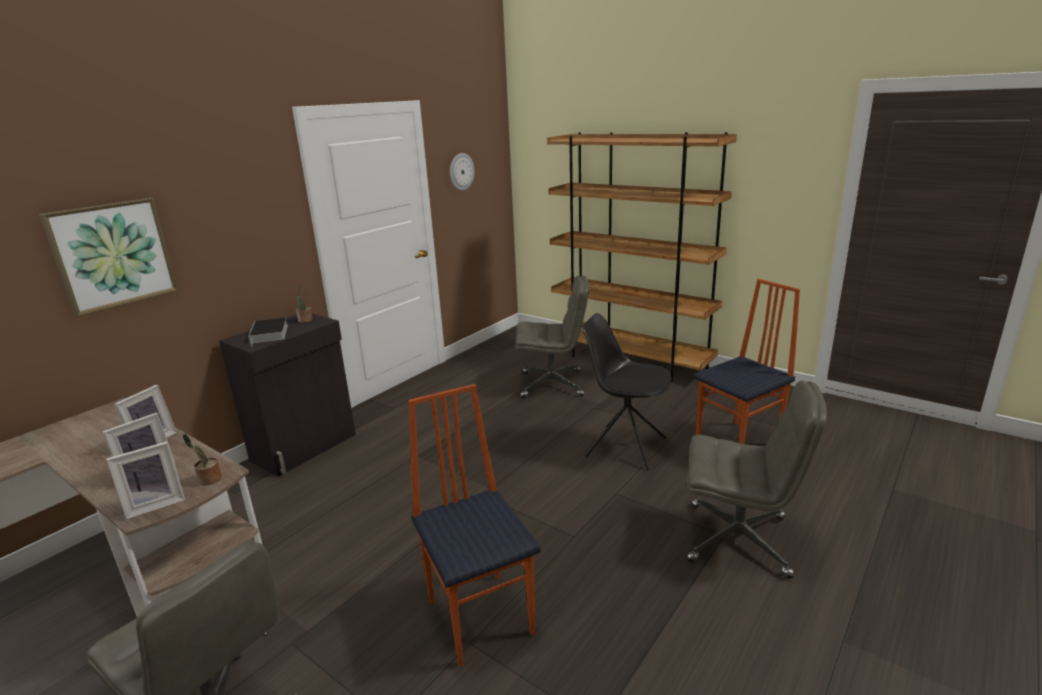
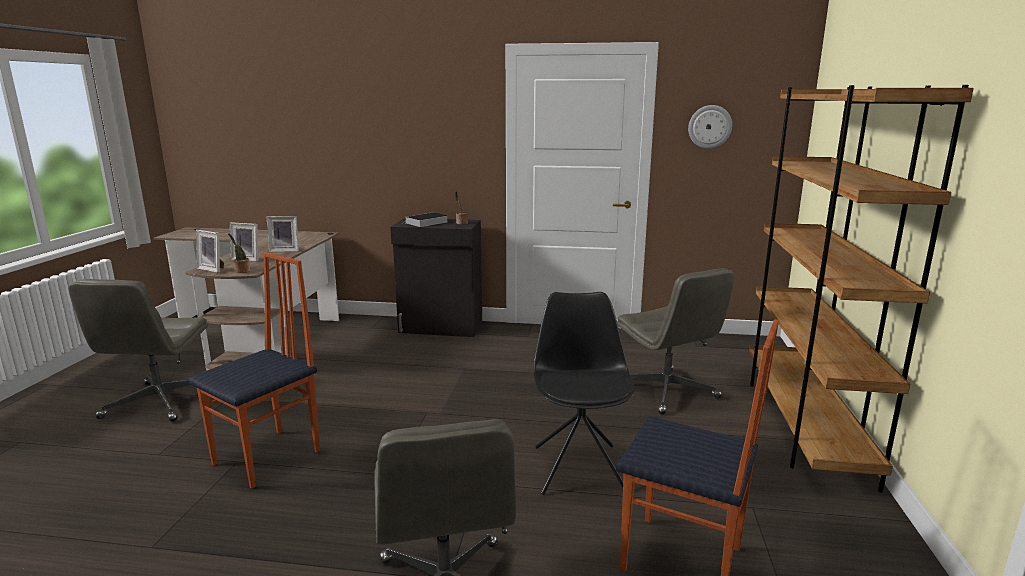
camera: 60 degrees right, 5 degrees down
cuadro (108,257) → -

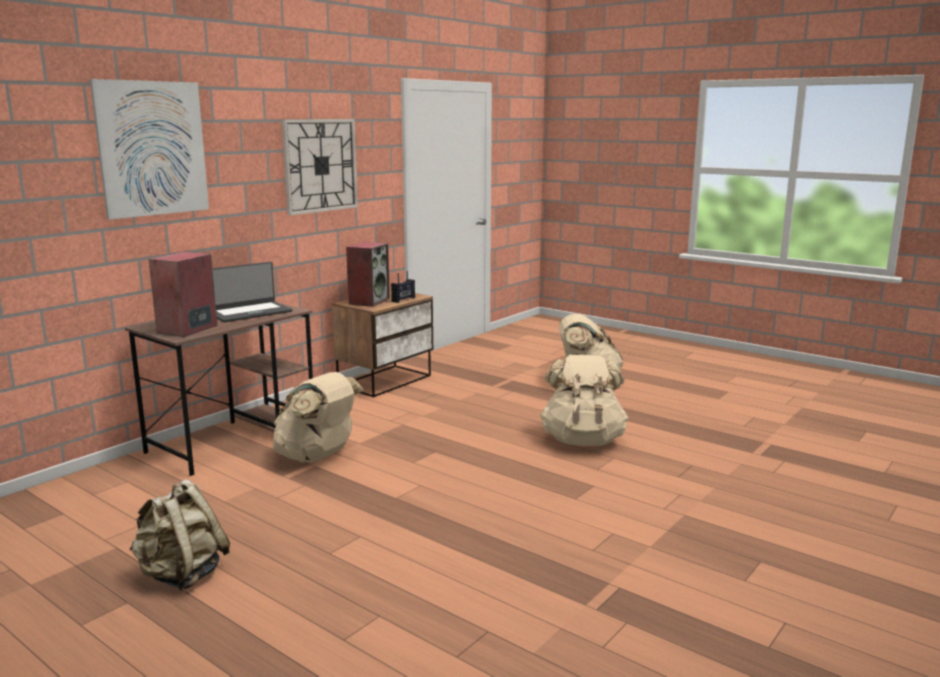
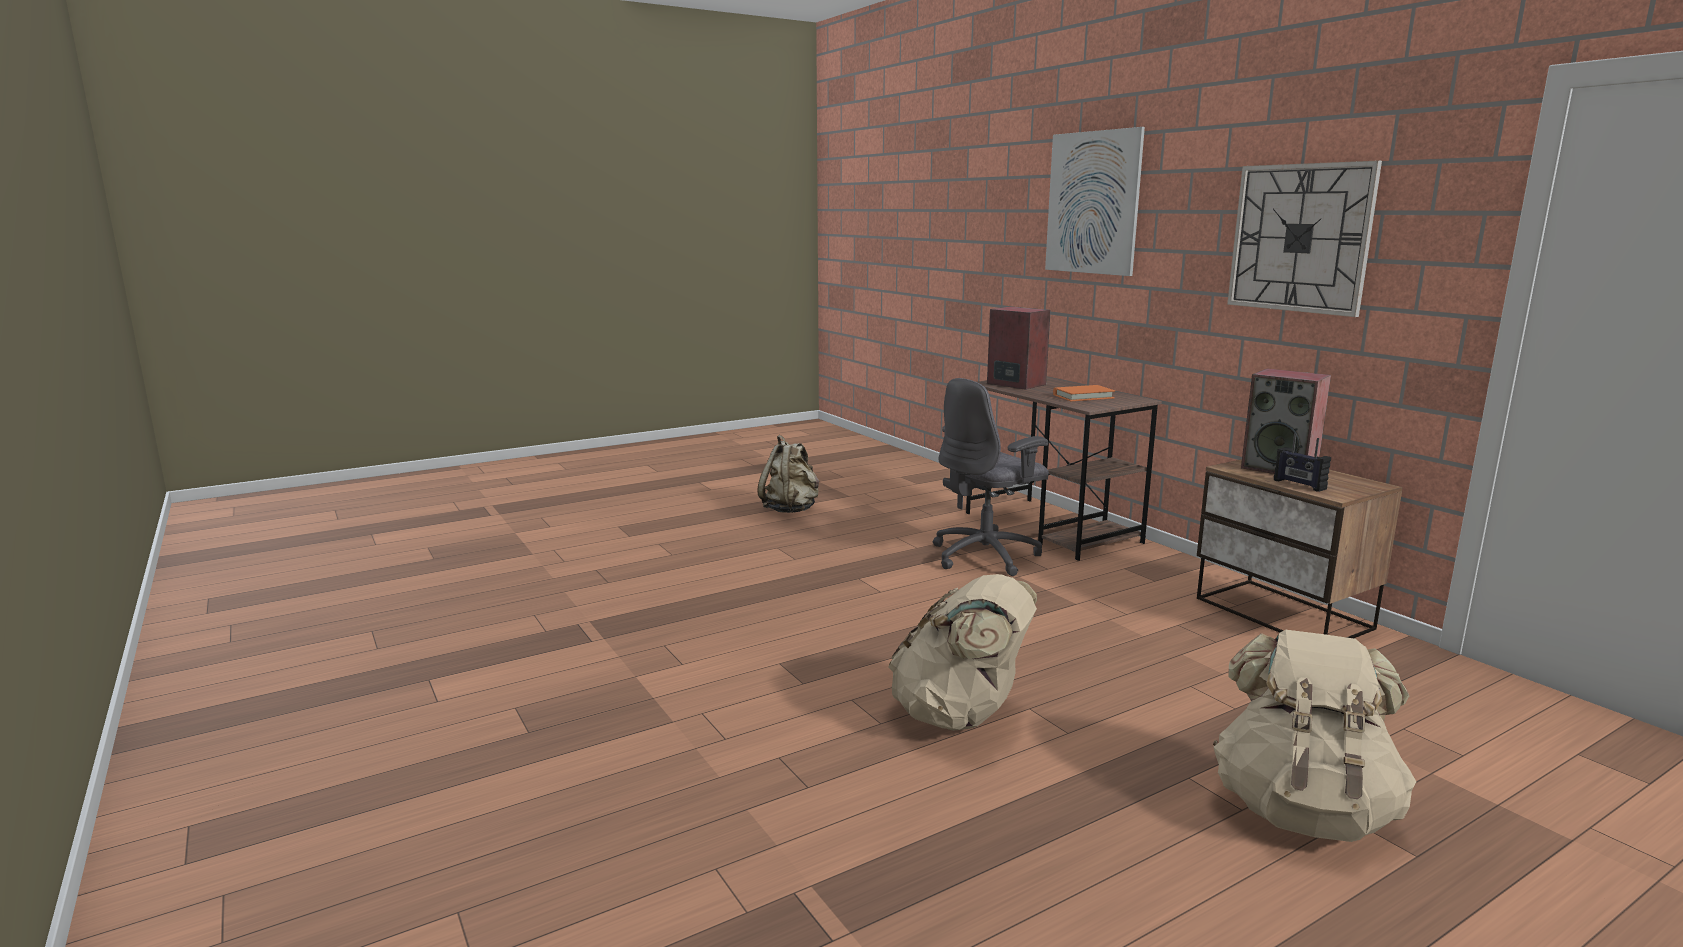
camera: 110 degrees right, 0 degrees up
mochila/beis (318,417) → silla de oficina/gris (991,477)
portátil (252,292) → libro/naranja (1084,393)

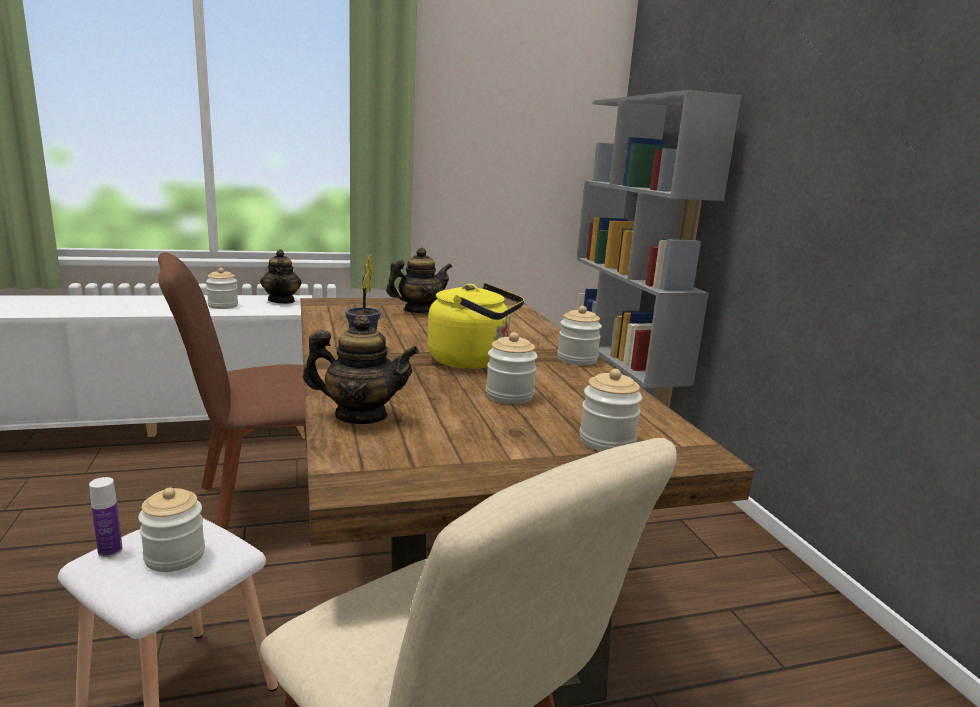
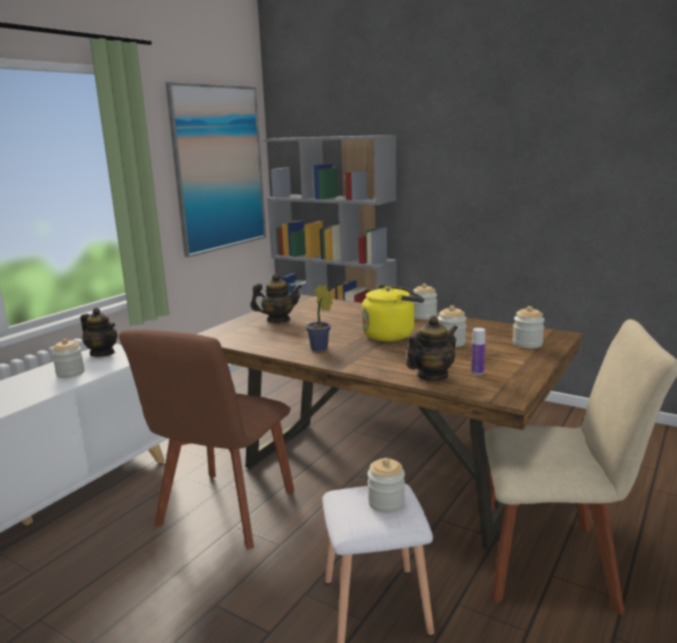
camera: 40 degrees left, 0 degrees up
- → cuadro (216,169)
tetera (419,280) → tetera (276,298), 60 degrees clockwise
botella (106,517) → botella (478,351), shifted

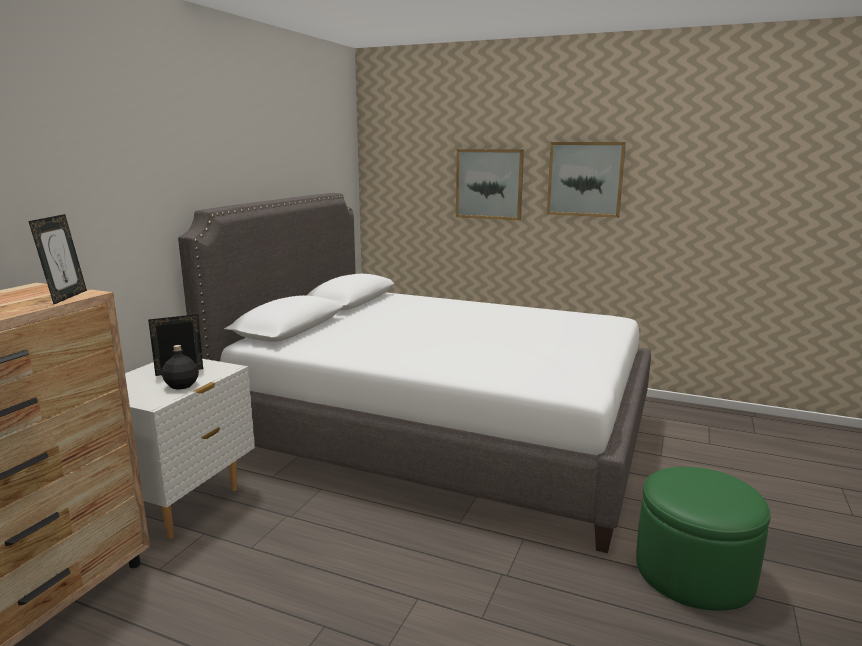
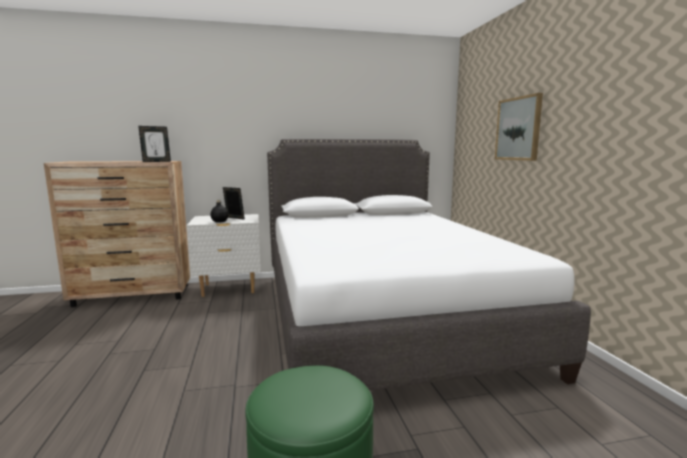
camera: 55 degrees right, 5 degrees down
cuadro (586,180) → -

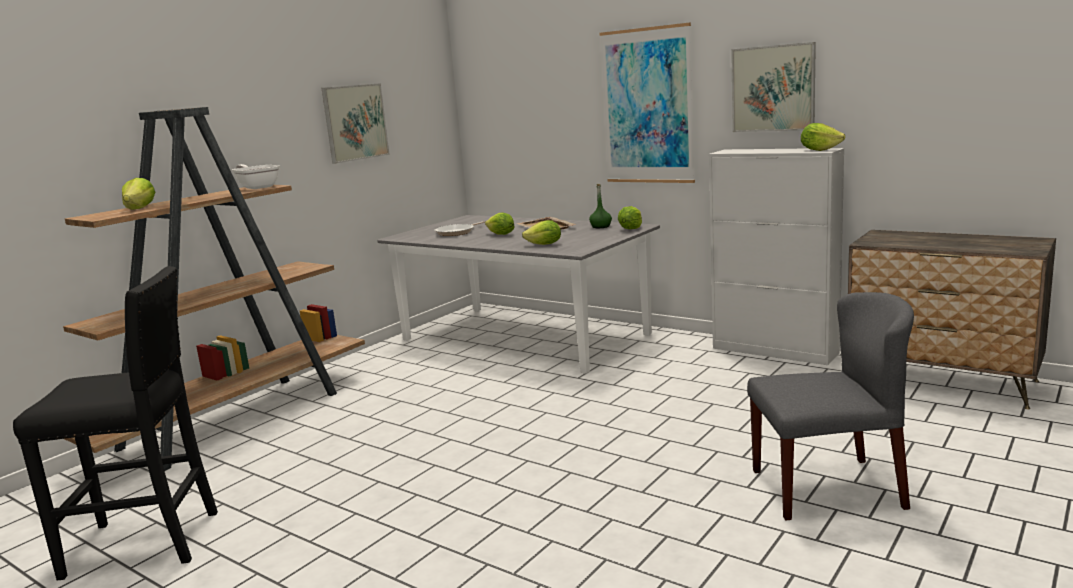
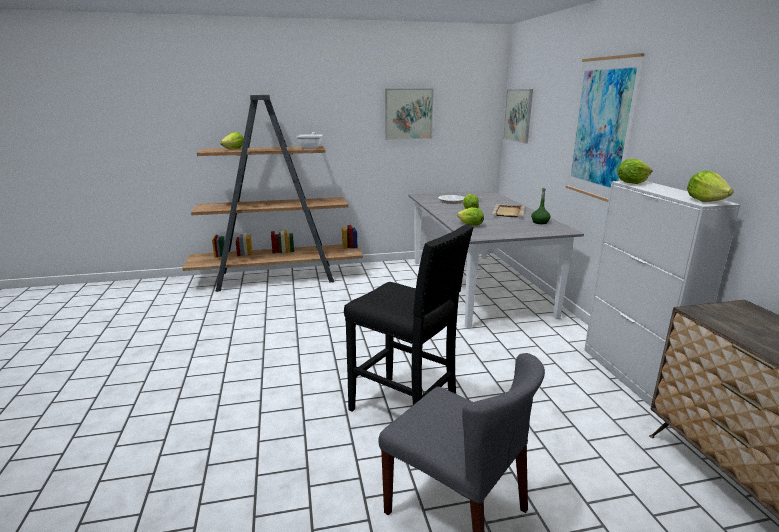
camera: 40 degrees right, 5 degrees up
taburete/negro (115,423) → taburete/negro (409,317), shifted
cuadro (773,87) → cuadro (518,116), shifted
lechuga (630,217) → lechuga (635,171), shifted

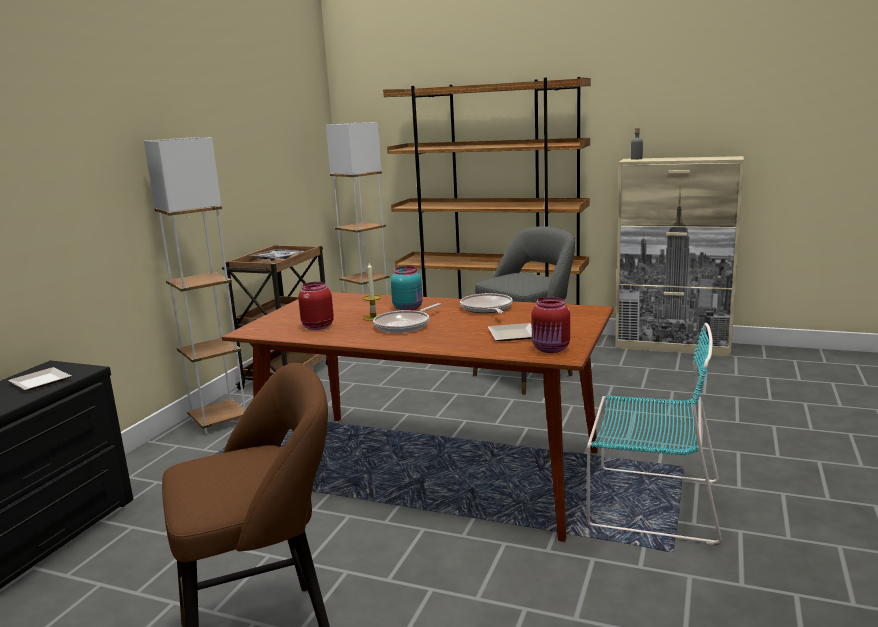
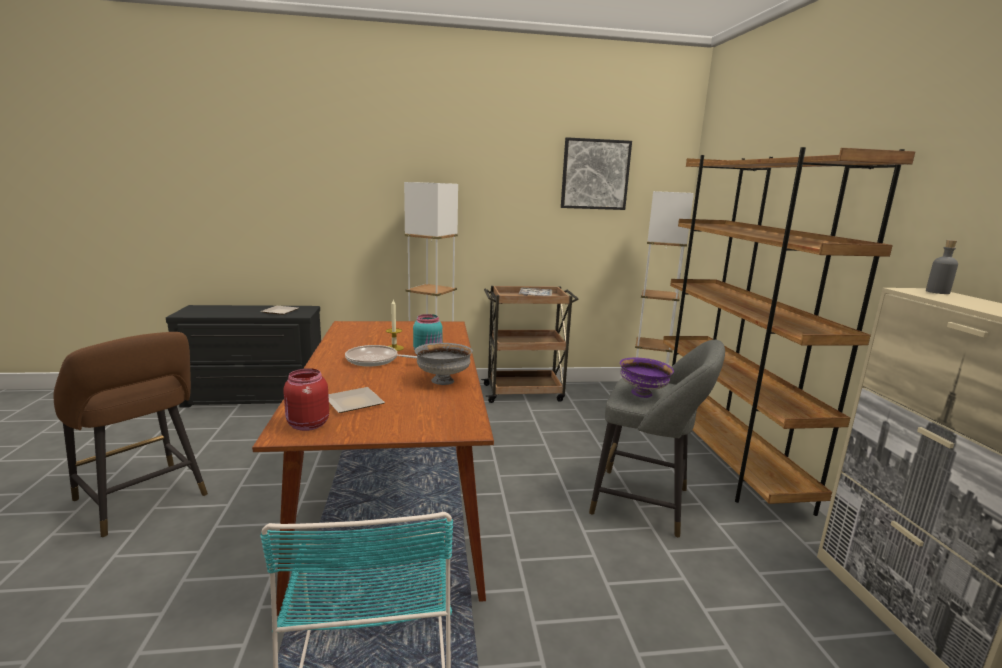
camera: 60 degrees right, 0 degrees up
sartén (486,303) → cuenco/gris (443,364)
- → cuadro (596,173)
- → cuenco/morado (647,378)
tarro/rojo (316,306) → -

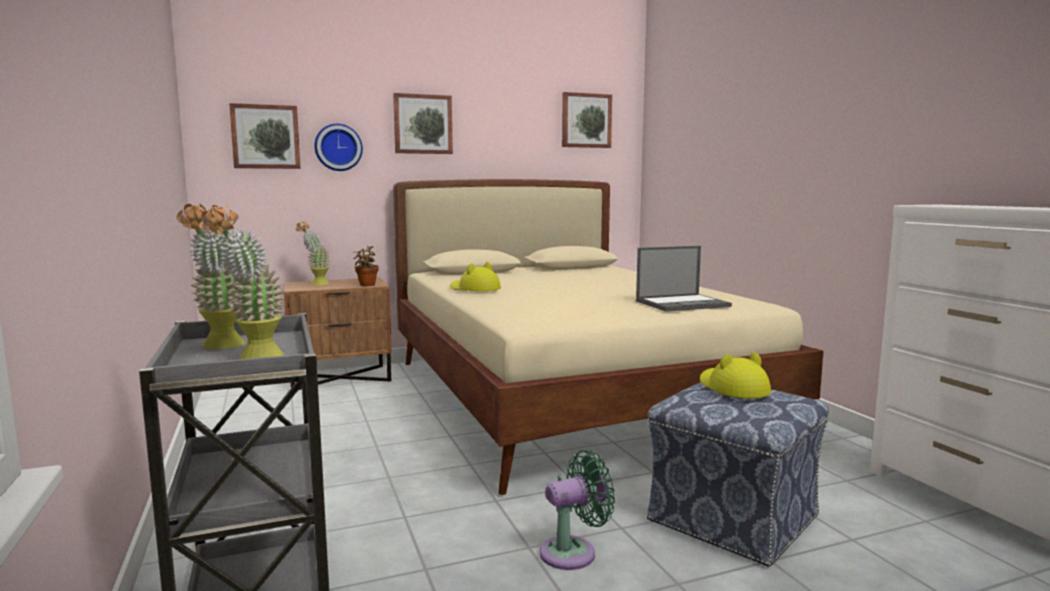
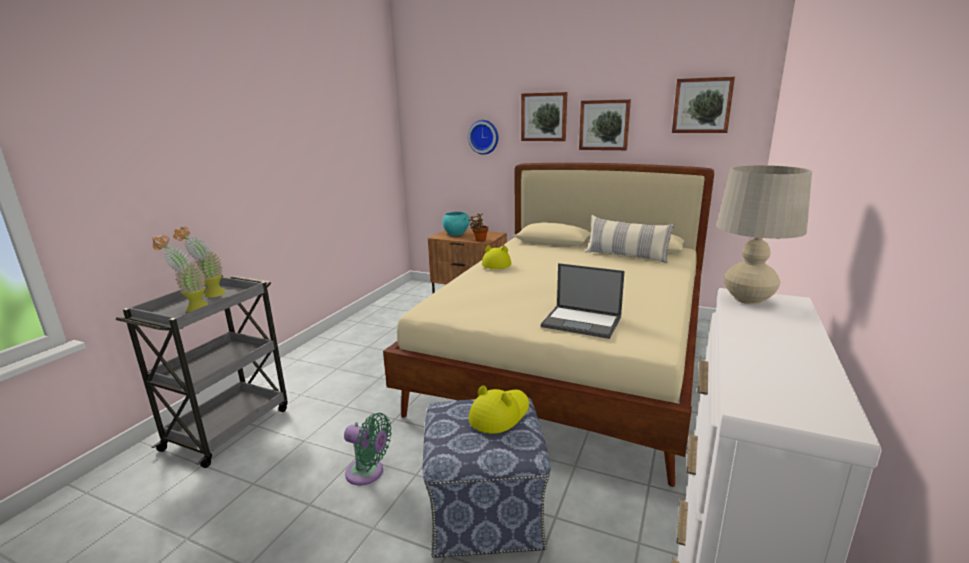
camera: 45 degrees right, 10 degrees up
planta en maceta (313,253) → cuenco/turquesa (456,224)
cuadro (265,136) → cuadro (605,124), shifted
- → cojín (629,239)
- → lámpara de mesa/beis (764,234)

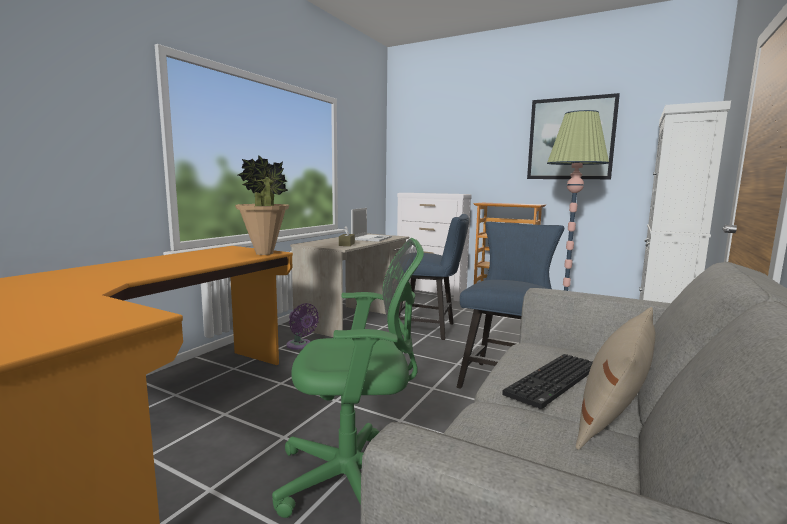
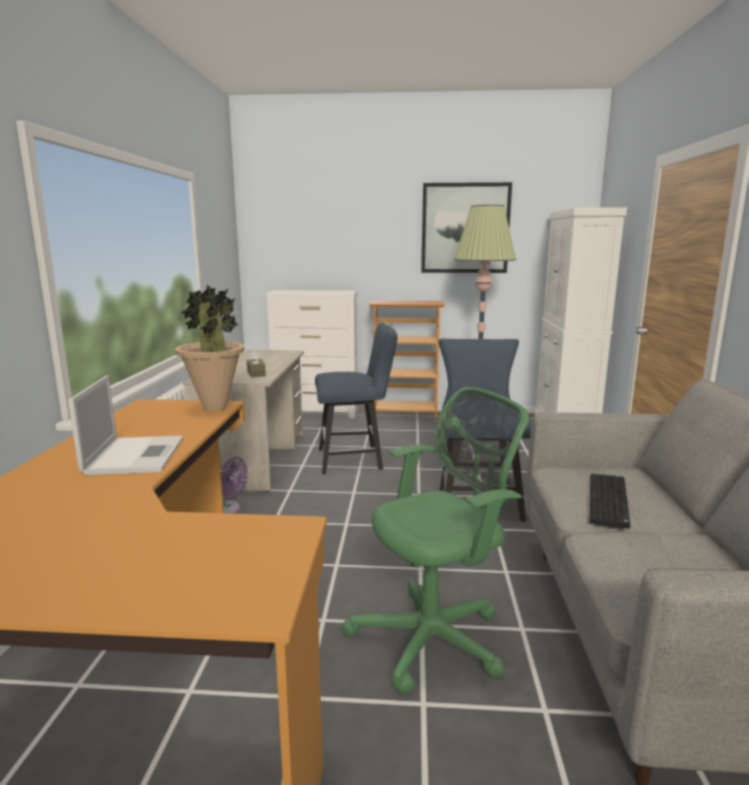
camera: 25 degrees left, 5 degrees up
portátil (371,225) → portátil (125,425), shifted
cojín/beis (615,378) → -

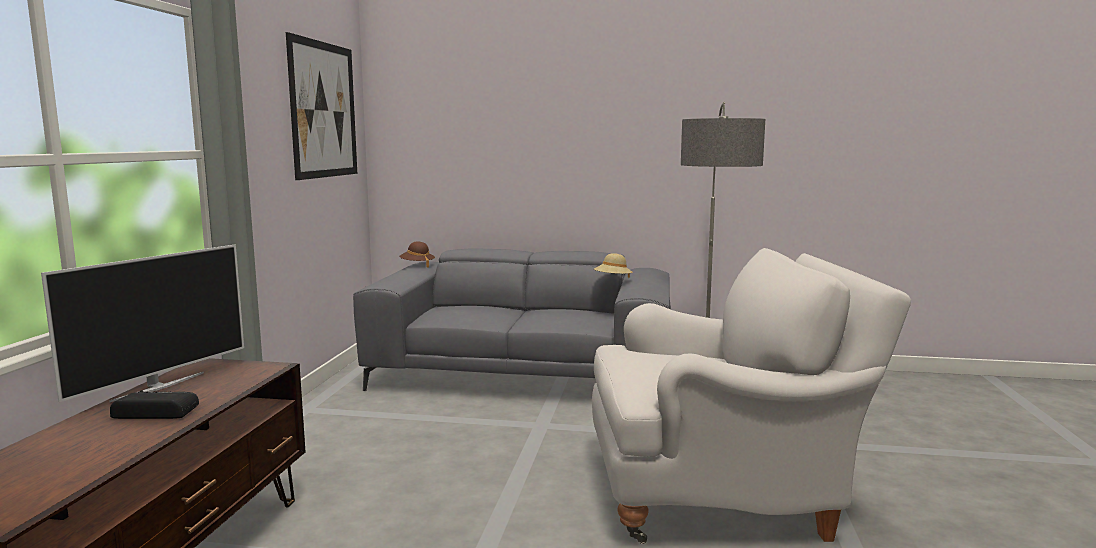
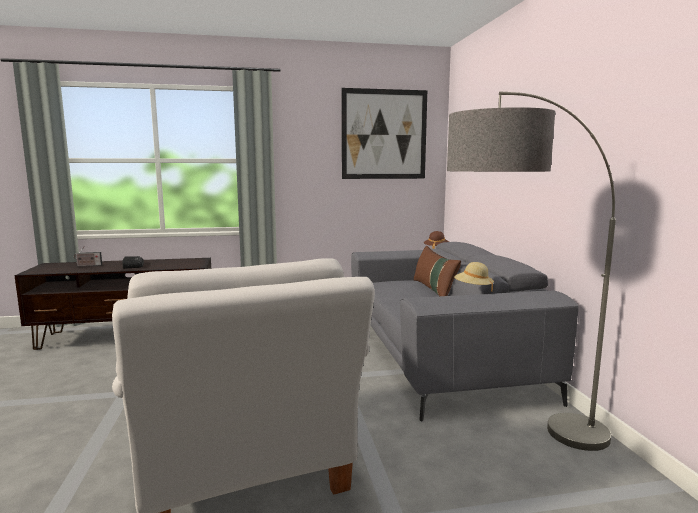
camera: 70 degrees right, 0 degrees up
- → radio (88,256)
- → cojín/marrón (437,271)
televisor (142,323) → -

